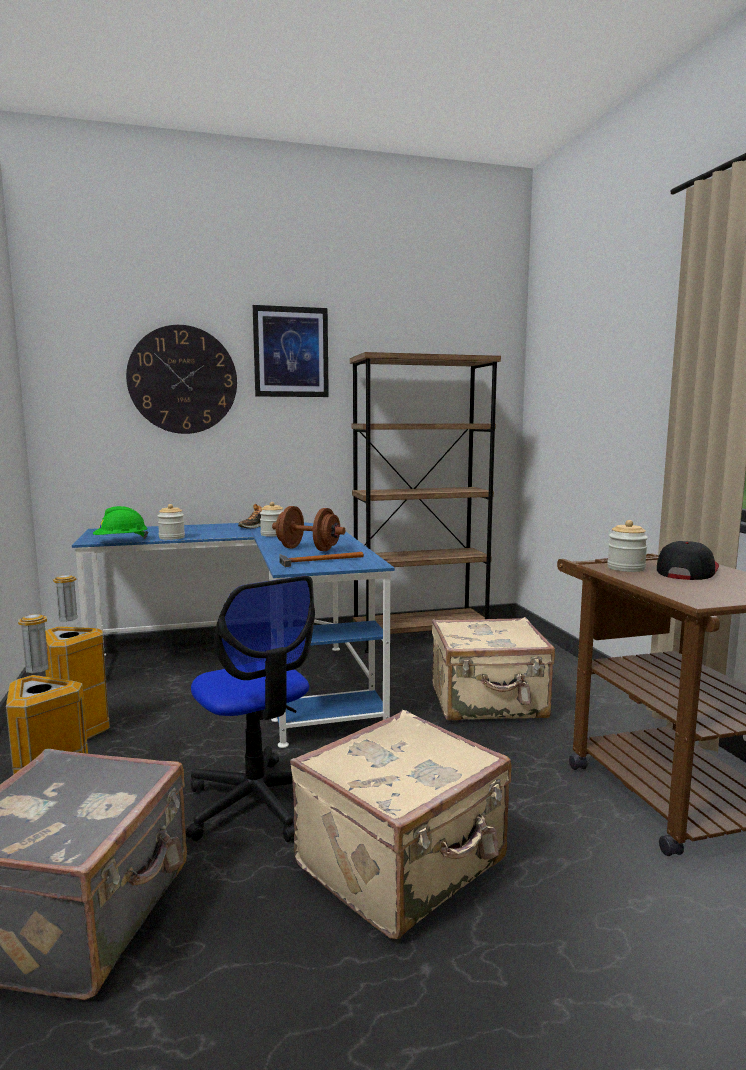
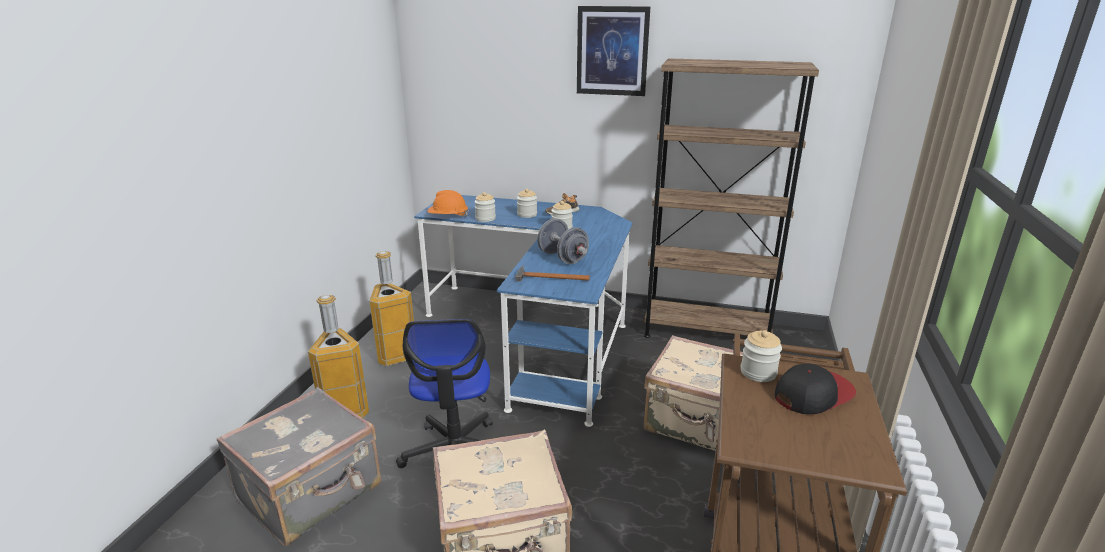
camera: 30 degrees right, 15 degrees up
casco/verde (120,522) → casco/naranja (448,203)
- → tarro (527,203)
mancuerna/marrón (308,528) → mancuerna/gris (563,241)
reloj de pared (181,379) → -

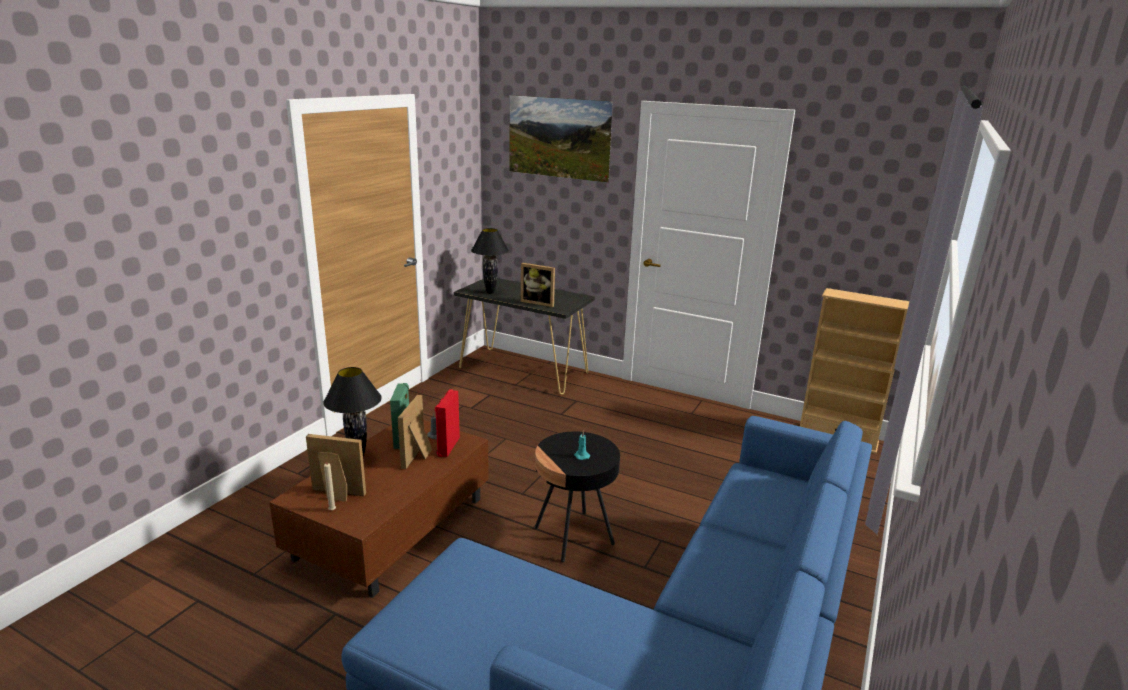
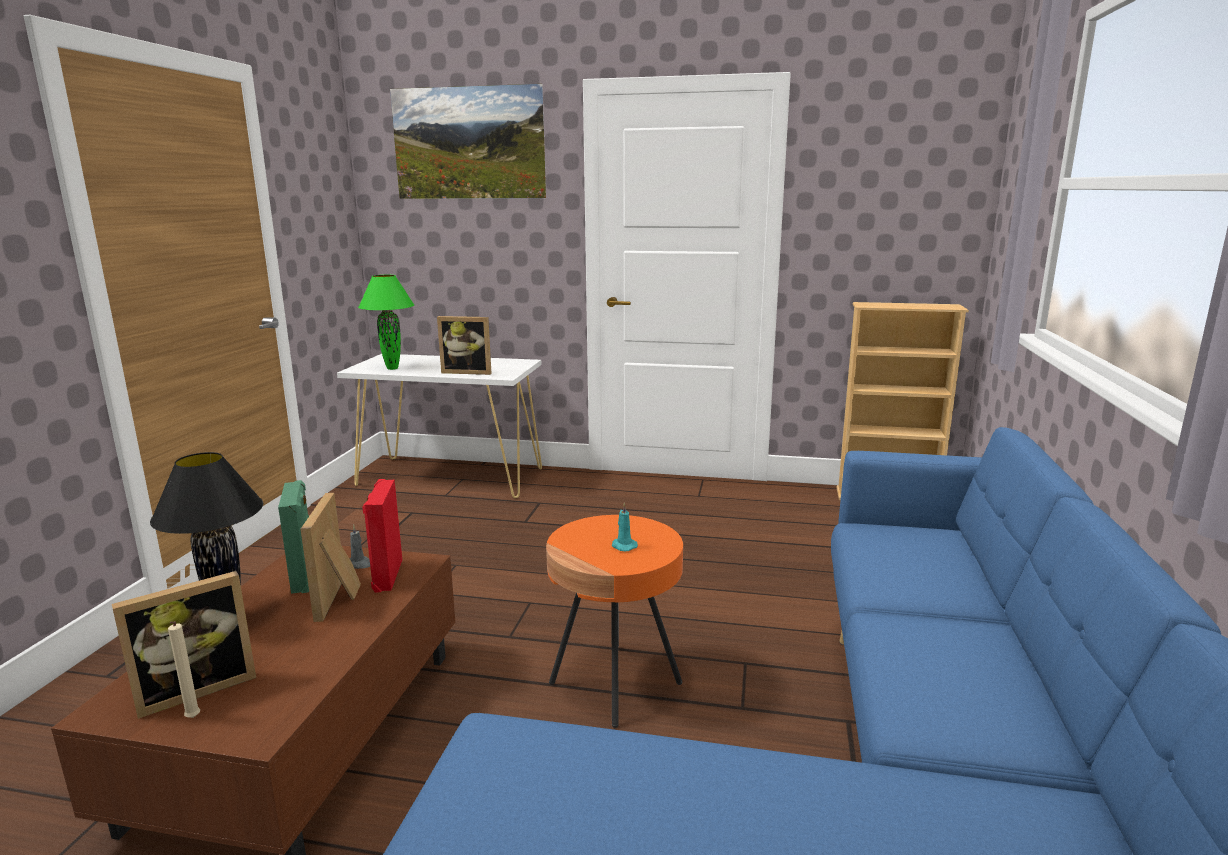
camera: 15 degrees left, 5 degrees down
portarretratos (336,468) → portarretratos (184,645), 150 degrees clockwise
mesa consola/negro (524,336) → mesa consola/blanco (439,426)
lámpara de mesa/negro (490,261) → lámpara de mesa/verde (386,322)
mesa auxiliar/negro (577,496) → mesa auxiliar/naranja (614,621)

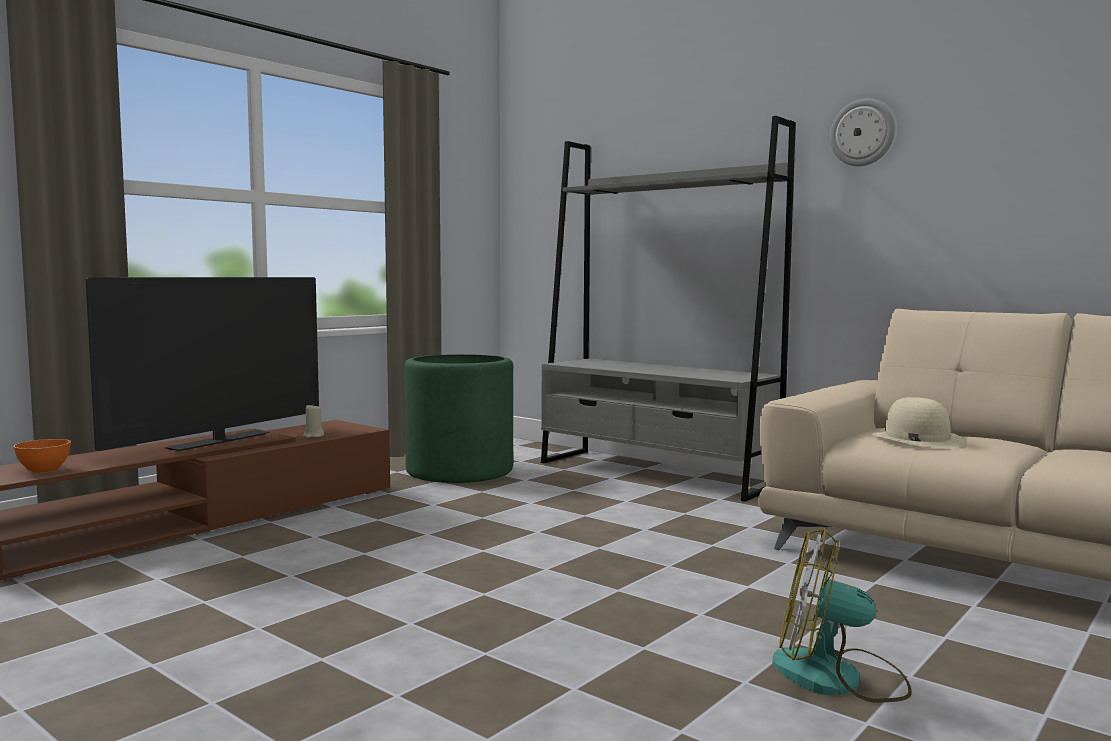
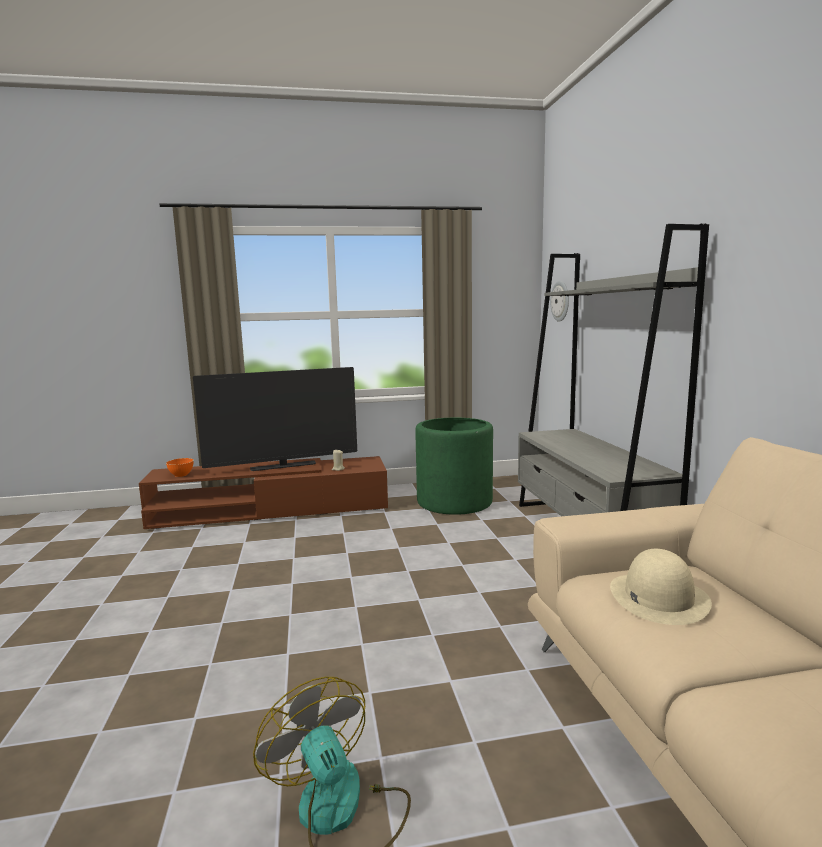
camera: 40 degrees right, 5 degrees up
reloj de pared (862,132) → reloj de pared (559,301), shifted

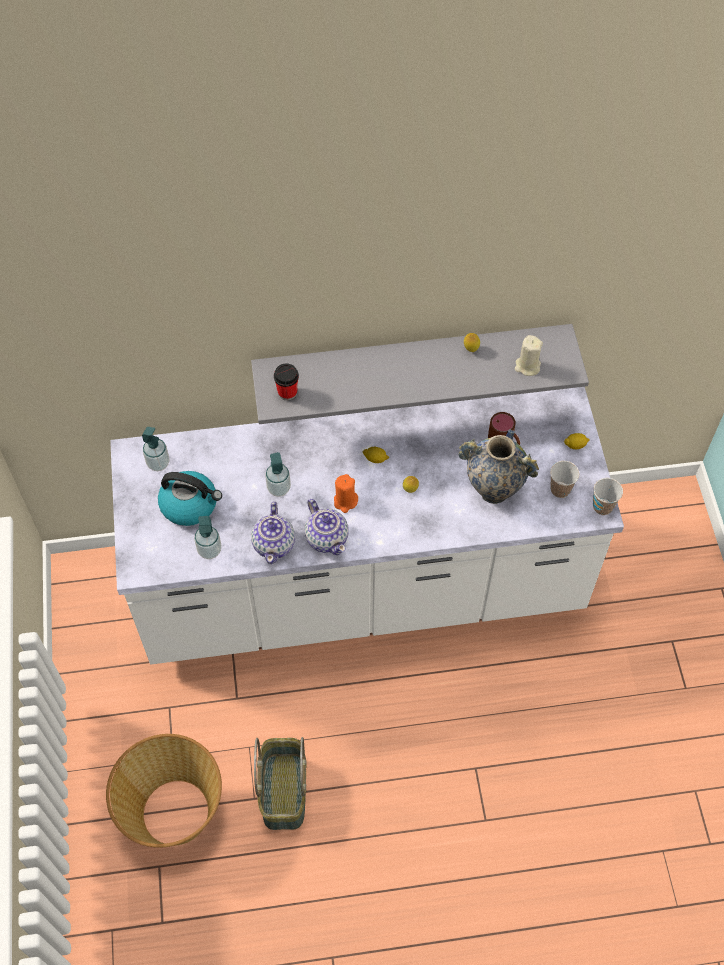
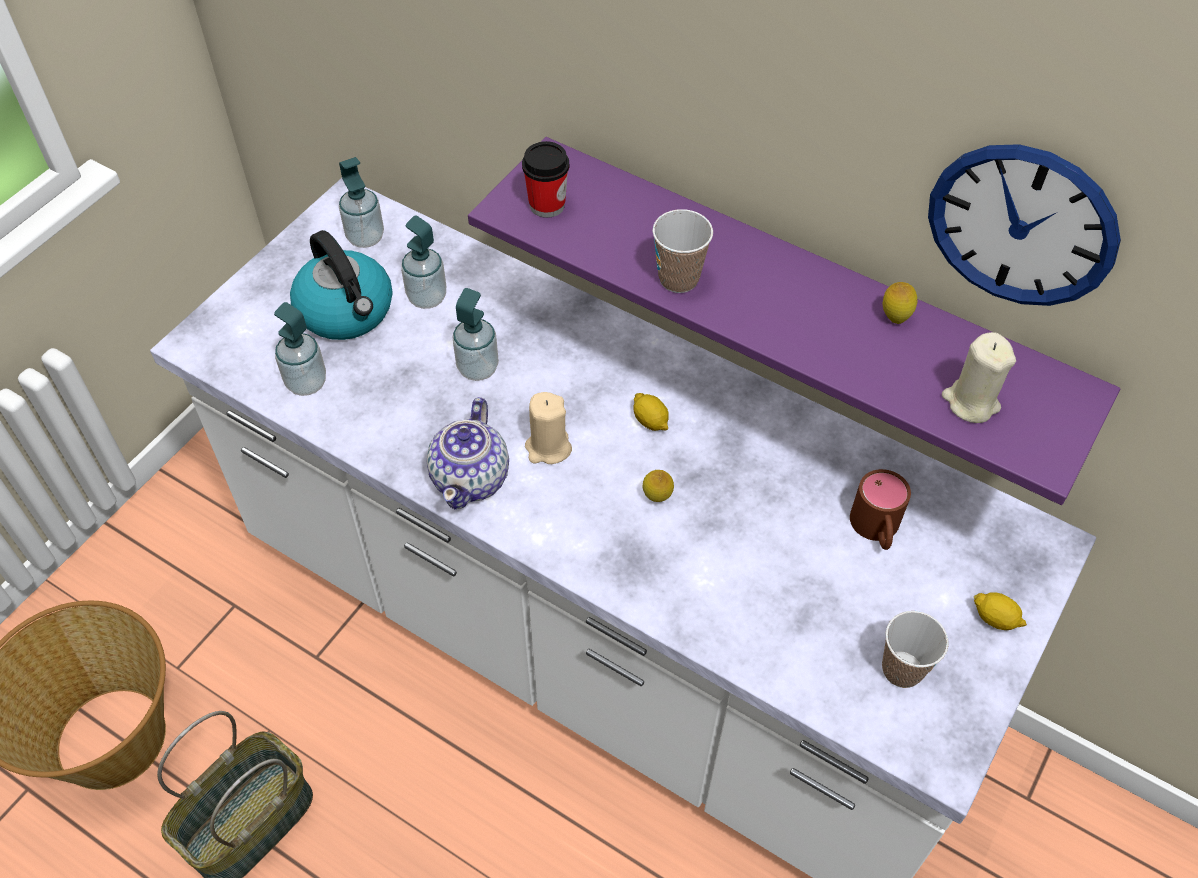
camera: 40 degrees right, 5 degrees down
- → dispensador de jabón (423,262)
estante/gris (420,374) → estante/morado (794,321)
vela/naranja (346,493) → vela/beis (548,428)
taza (608,496) → taza (683,251), shifted
- → reloj de pared (1024,225)
tetera (273,532) → -
florero (499,467) → -

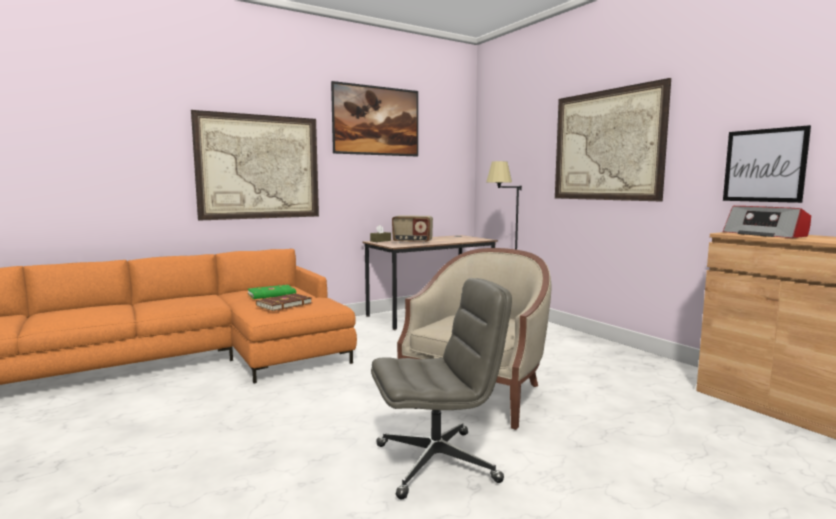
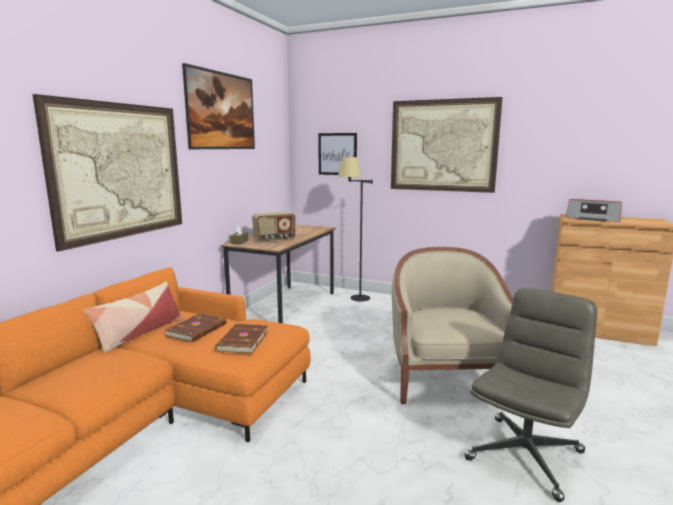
camera: 35 degrees left, 5 degrees up
- → cojín (133,317)
libro/verde (272,292) → libro/marrón (195,327)
cuadro (767,164) → cuadro (337,154), shifted

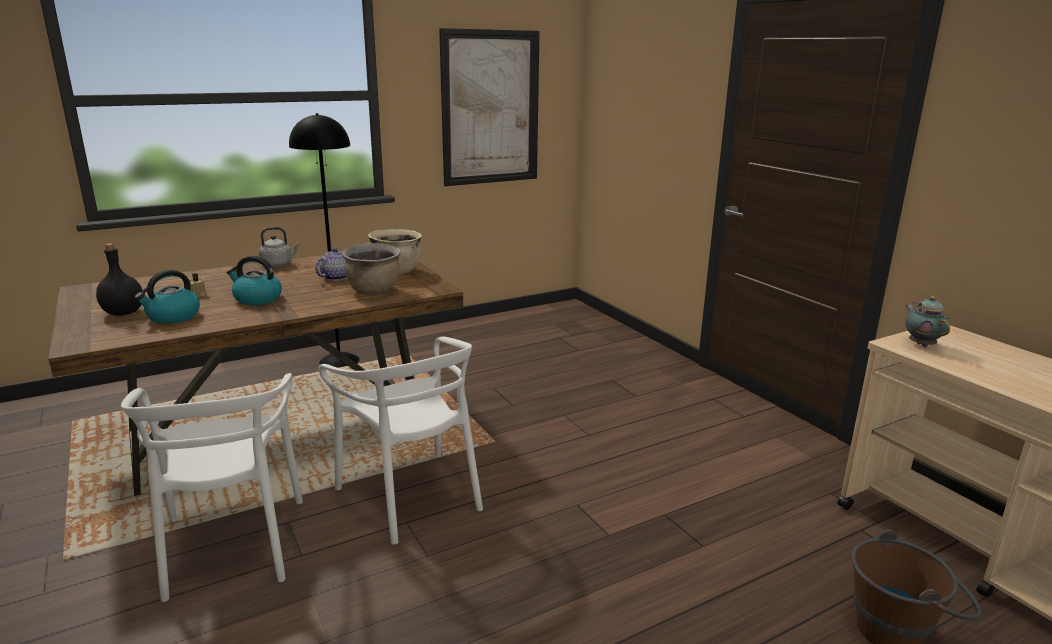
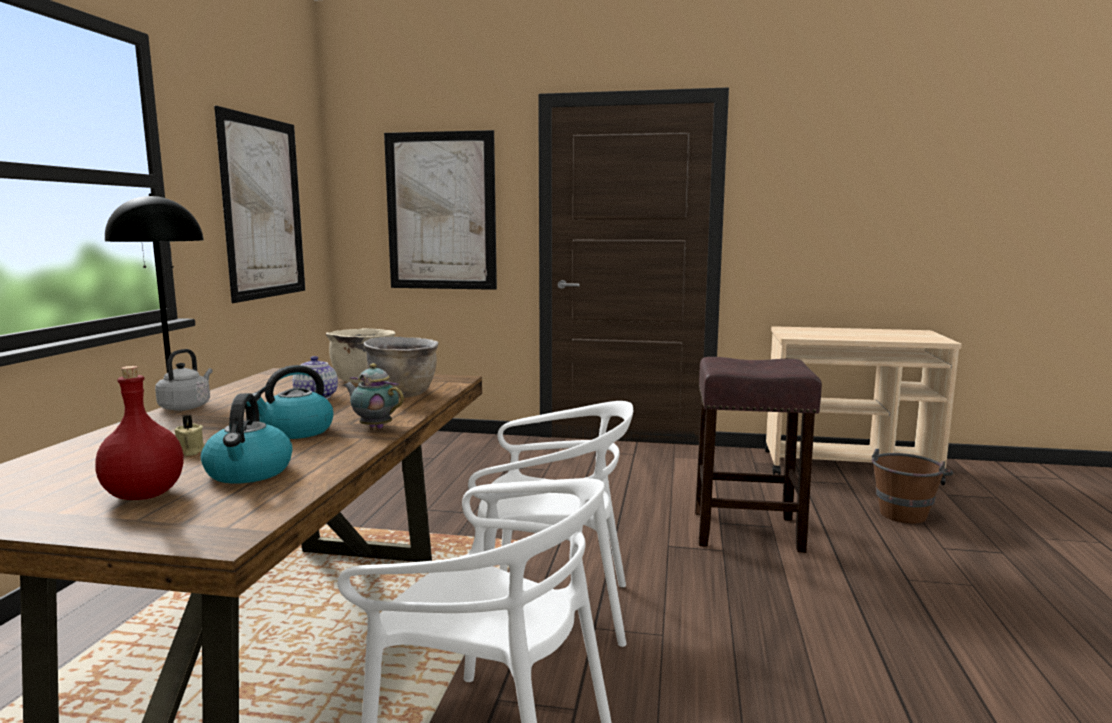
camera: 50 degrees left, 10 degrees down
botella/negro (119,279) → botella/rojo (139,433)
tetera (927,321) → tetera (374,396), shifted
- → cuadro (440,210)
- → taburete/marrón (758,455)

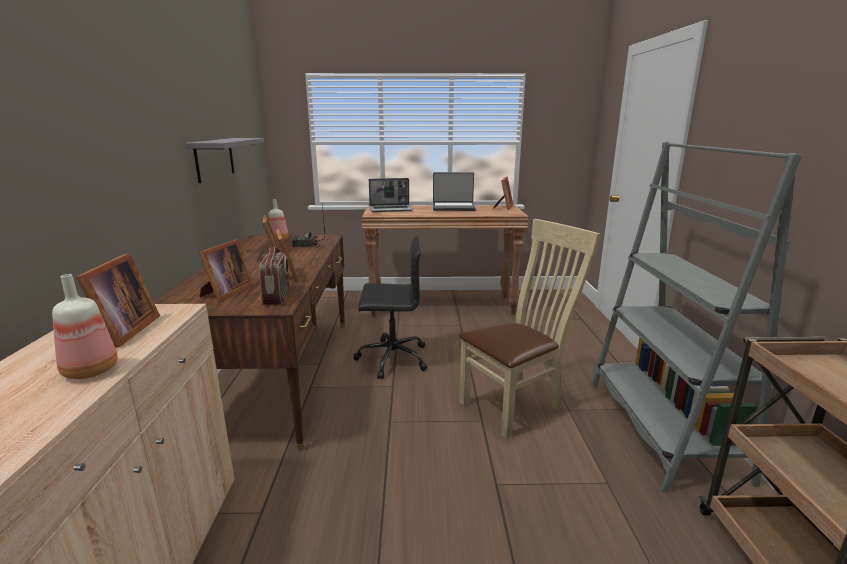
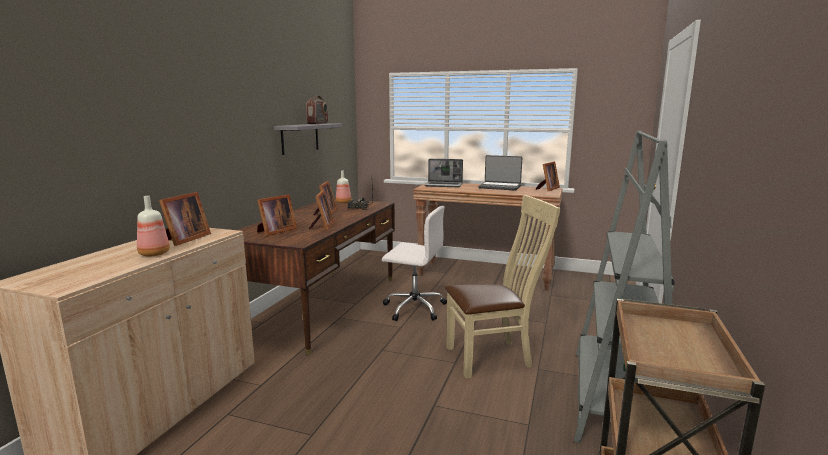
camera: 20 degrees right, 5 degrees down
radio (274,276) → radio (317,109), shifted
silla de oficina/negro (390,308) → silla de oficina/blanco (414,263)

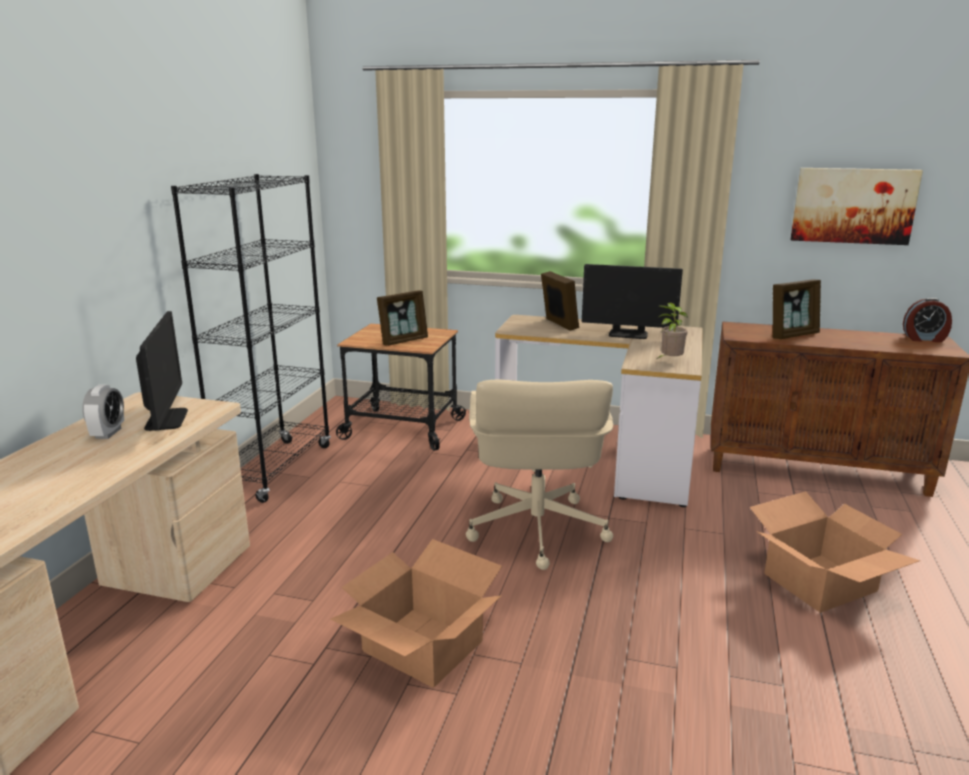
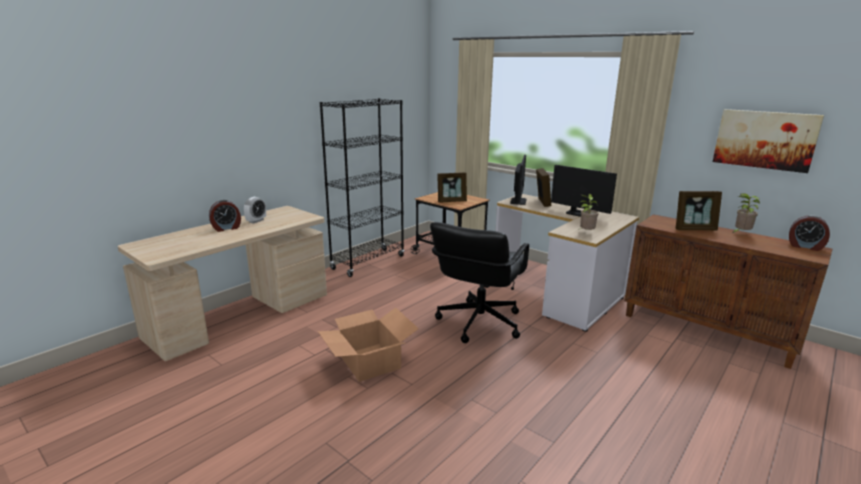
camera: 25 degrees right, 0 degrees up
- → despertador (225,216)
silla de oficina/beis (539,474) → silla de oficina/negro (479,282)
monitor (162,371) → monitor (518,180), shifted
- → planta en maceta (746,213)
caja de cartón (835,552) → -

